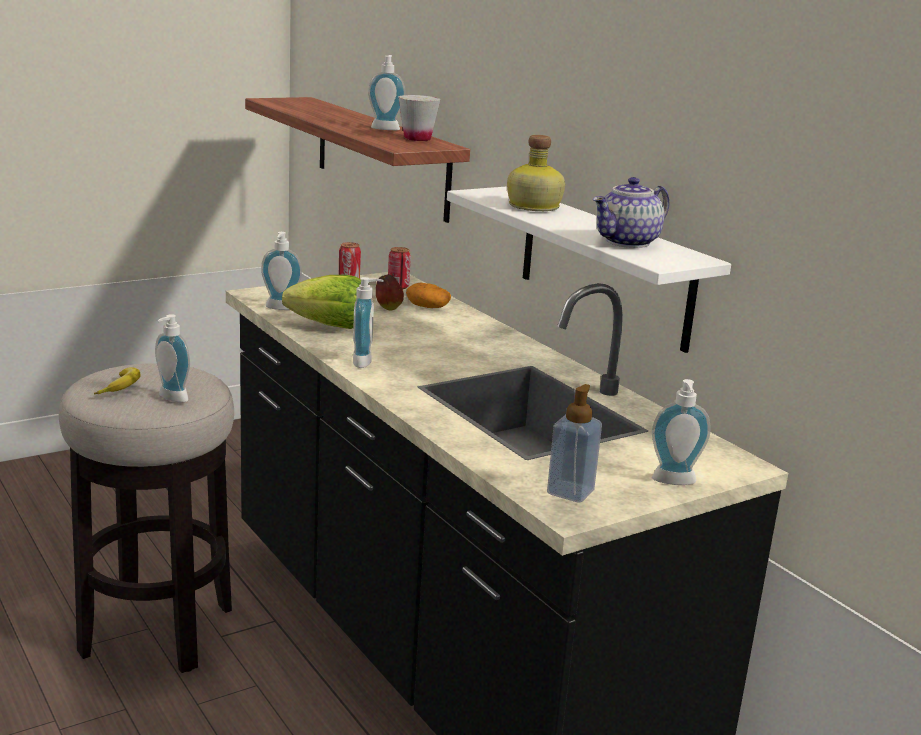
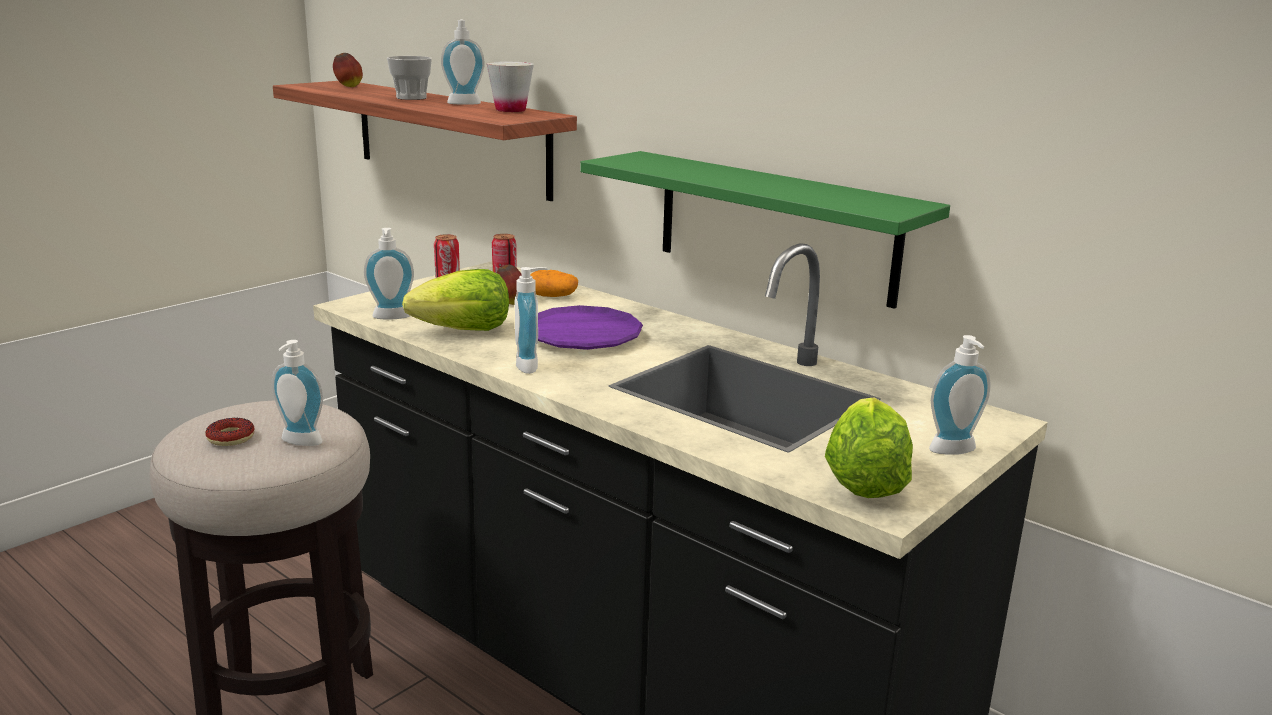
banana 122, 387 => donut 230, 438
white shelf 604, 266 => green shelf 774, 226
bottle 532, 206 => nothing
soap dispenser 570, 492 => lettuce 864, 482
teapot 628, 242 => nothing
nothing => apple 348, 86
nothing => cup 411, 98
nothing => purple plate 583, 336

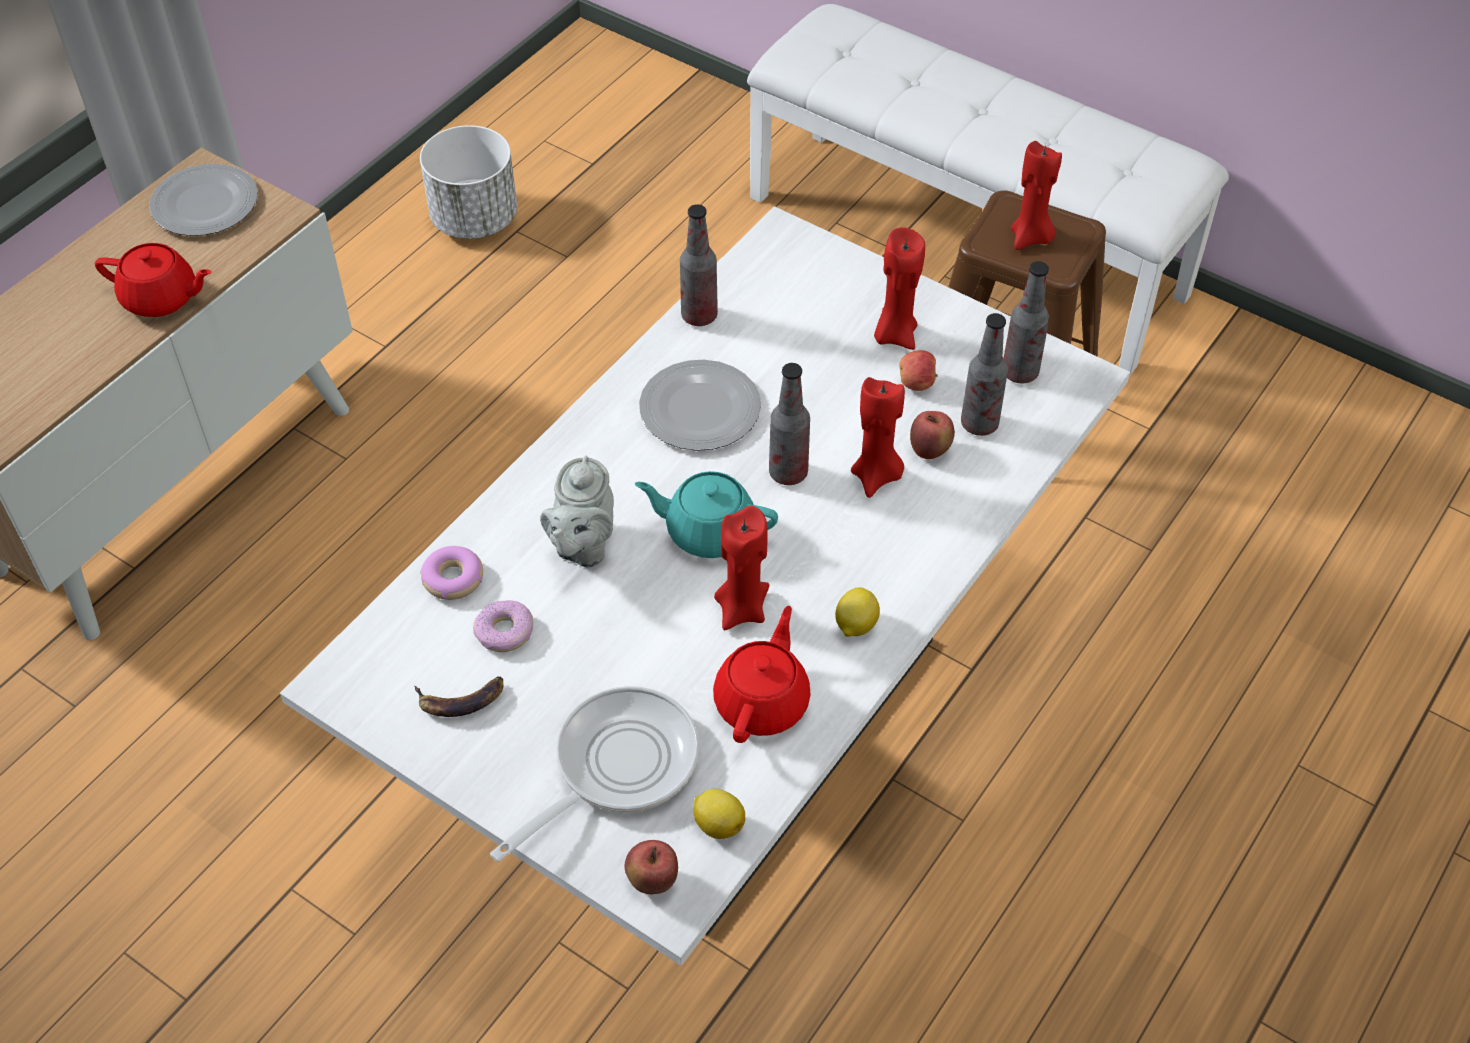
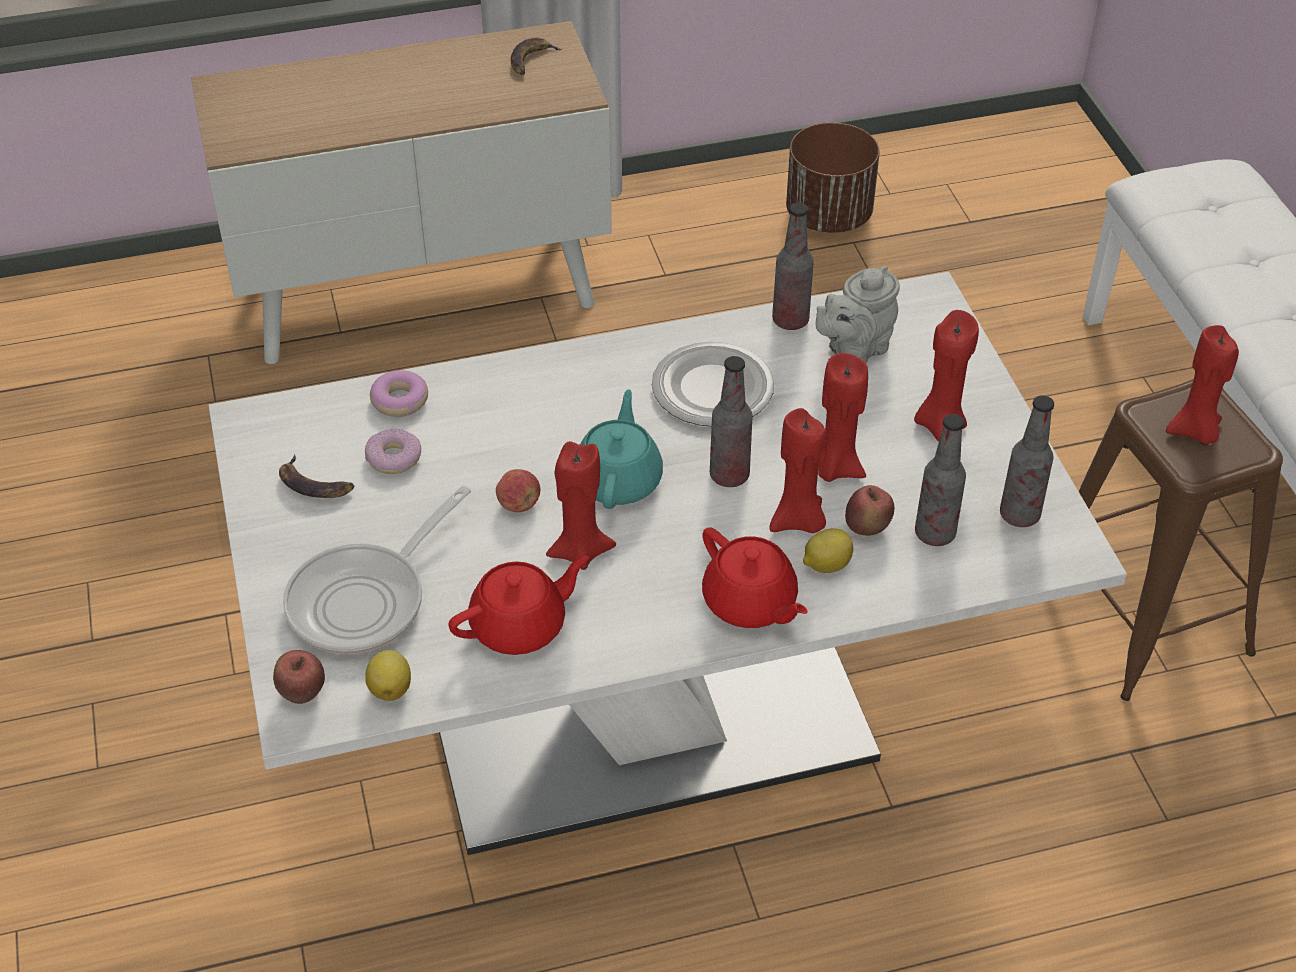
red teapot 161, 298 => red teapot 750, 603, moved
plate 204, 203 => banana 531, 60
white planter 475, 219 => brown planter 829, 216
frying pan 616, 766 => frying pan 366, 599, 135 degrees clockwise
grey teapot 582, 546 => grey teapot 854, 350, moved
turquoise teapot 708, 531 => turquoise teapot 619, 480, 45 degrees clockwise
lemon 855, 625 => lemon 826, 565, moved
apple 917, 383 => apple 519, 504, moved
nothing => red candle 835, 467

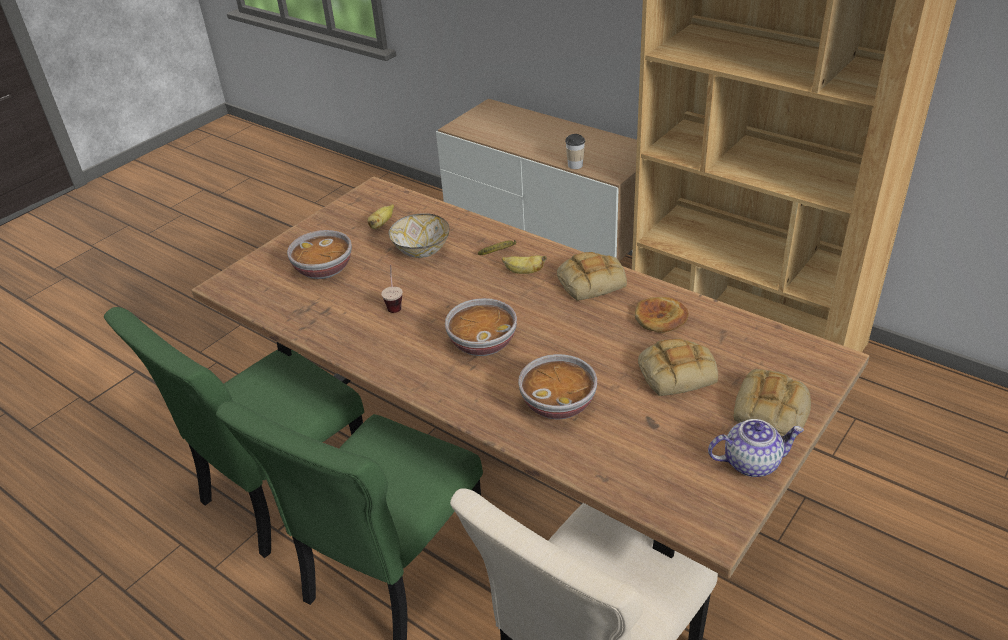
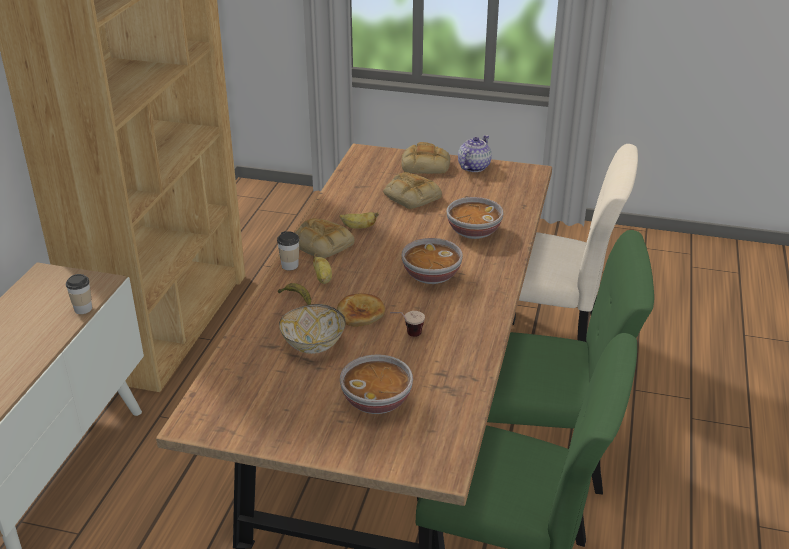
banana 381, 224 => banana 358, 227, moved
bread 660, 318 => bread 360, 313, moved
teapot 752, 462 => teapot 473, 167, 60 degrees clockwise
nothing => cup 290, 265

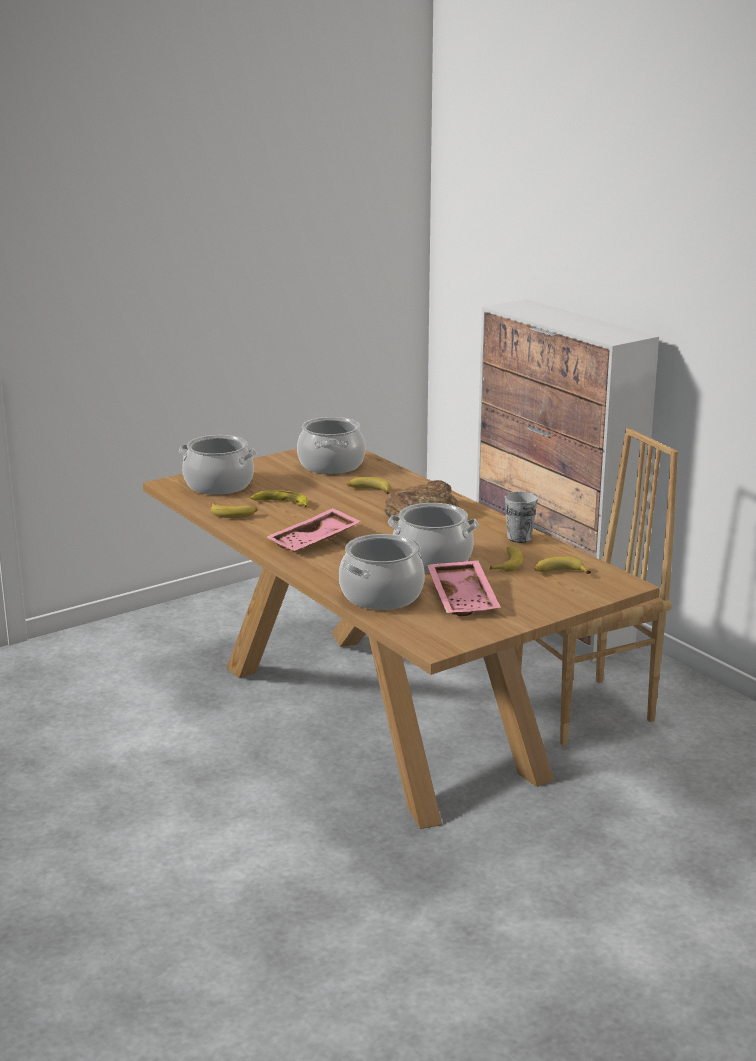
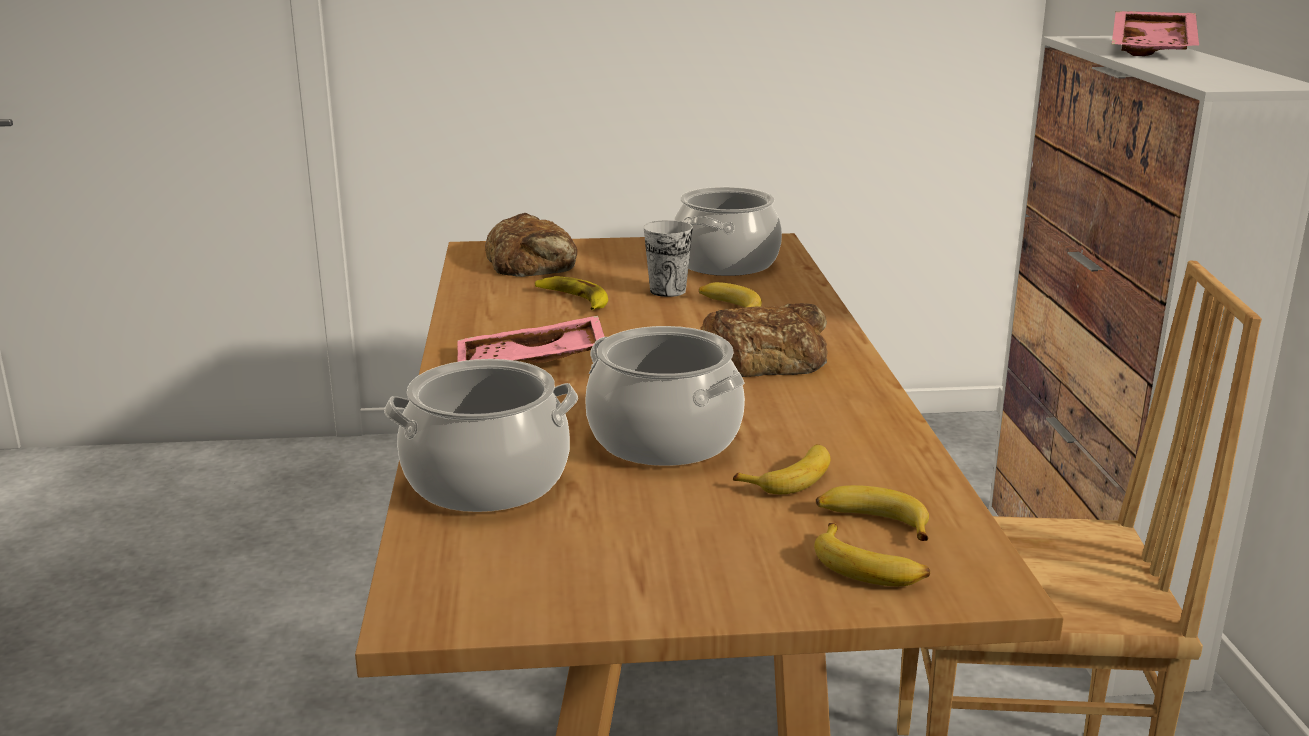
cooking pot 219, 485 => bread 533, 261
banana 233, 514 => banana 869, 568, moved
pink tray 464, 598 => pink tray 1155, 49, moved
cup 519, 538 => cup 667, 291, moved

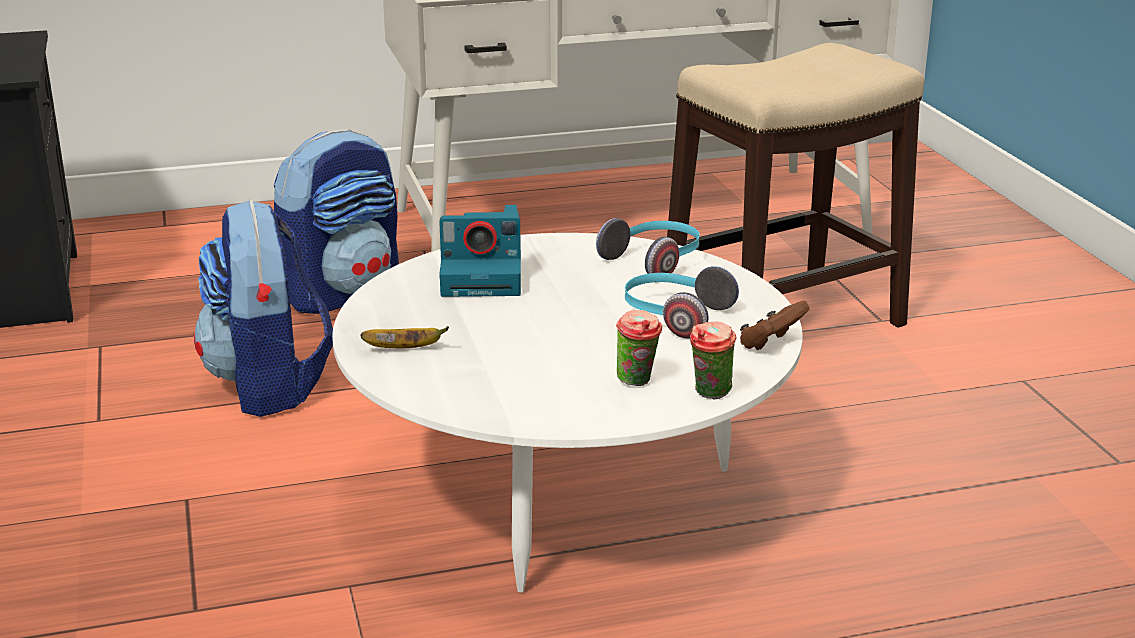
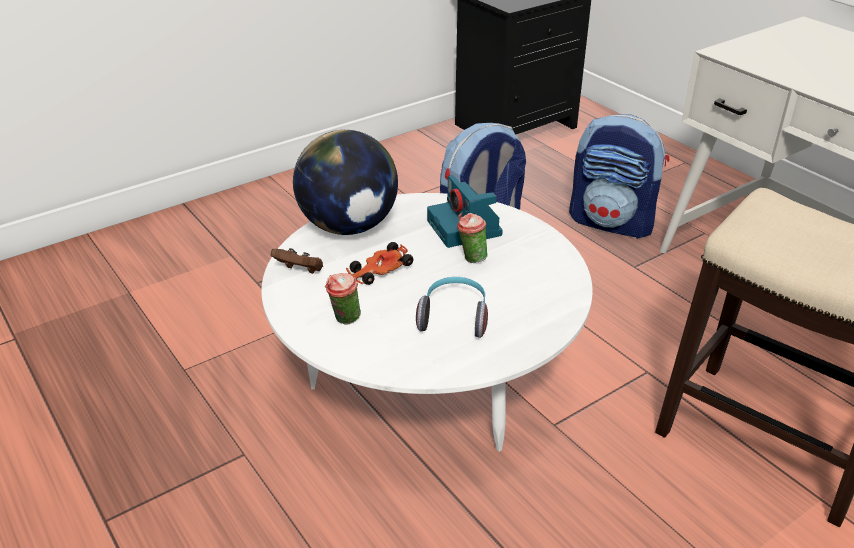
banana 405, 349 => globe 348, 226
headphones 655, 261 => nothing
cup 710, 395 => cup 471, 258, moved
brown game controller 771, 344 => brown game controller 300, 271, moved
nothing => toy car 379, 270

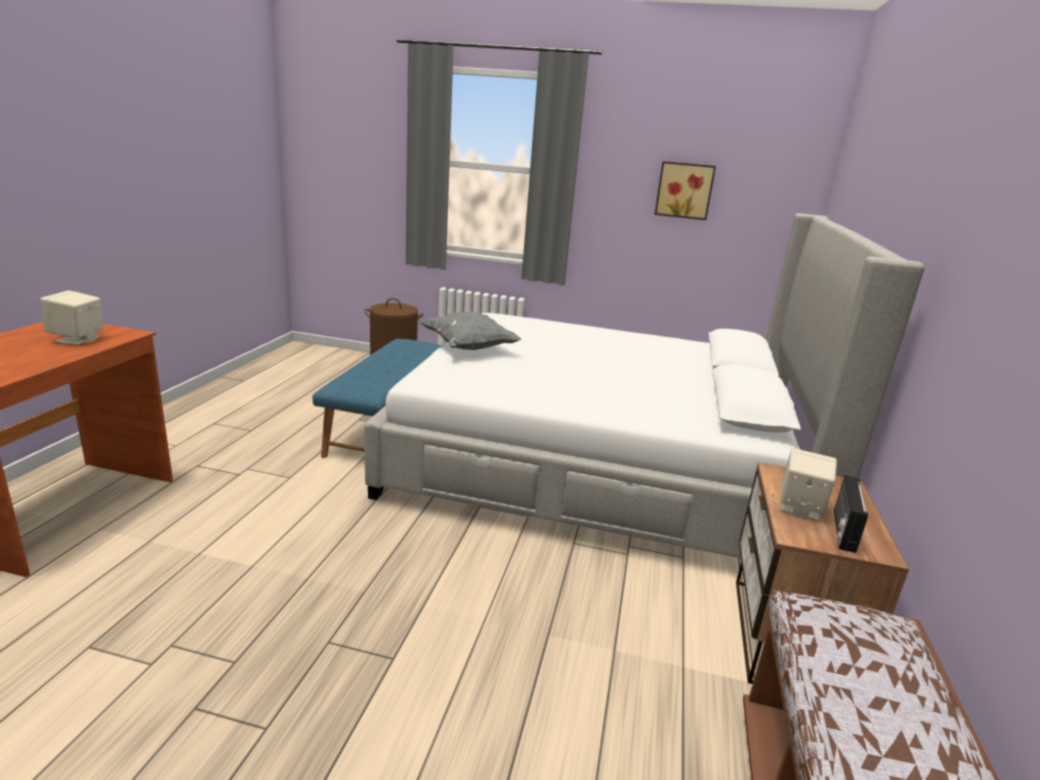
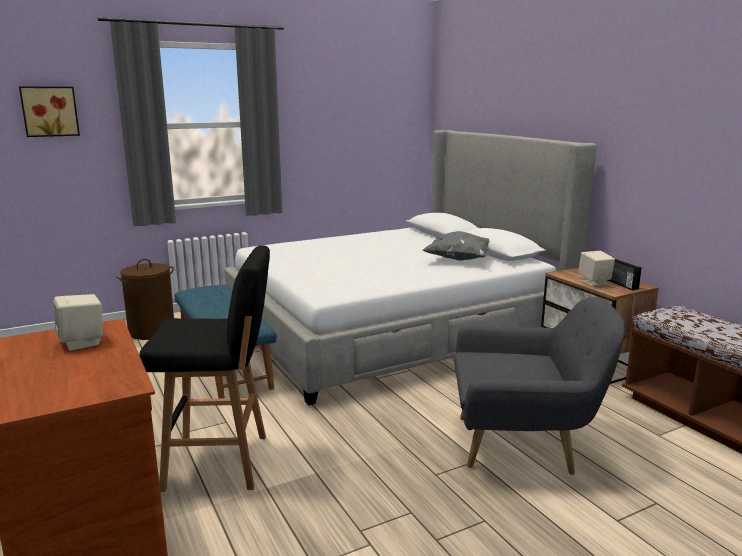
grey pillow 469, 348 => grey pillow 459, 260, moved
picture 684, 190 => picture 50, 111, moved
nothing => black stool 221, 462
nothing => grey armchair 523, 444

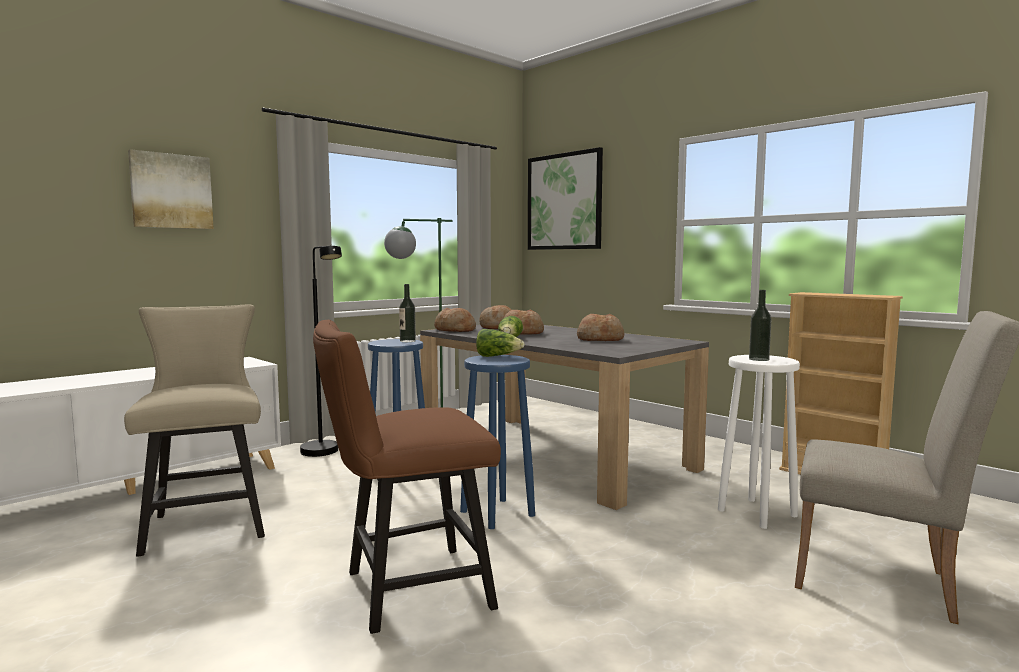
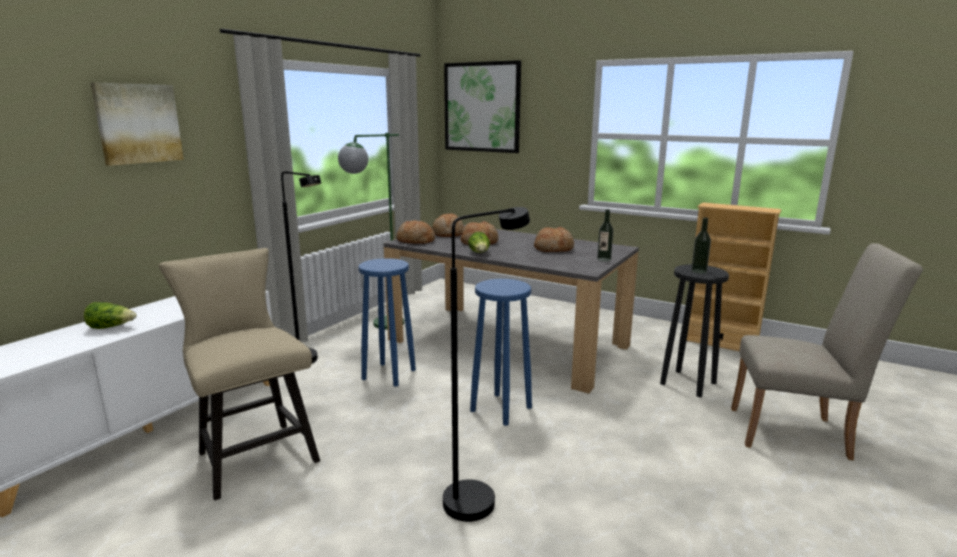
brown chair 406, 591 => black floor lamp 479, 496
bottle 407, 341 => bottle 604, 259, moved
lettuce 497, 356 => lettuce 111, 327, moved
white stool 756, 513 => black stool 687, 383

